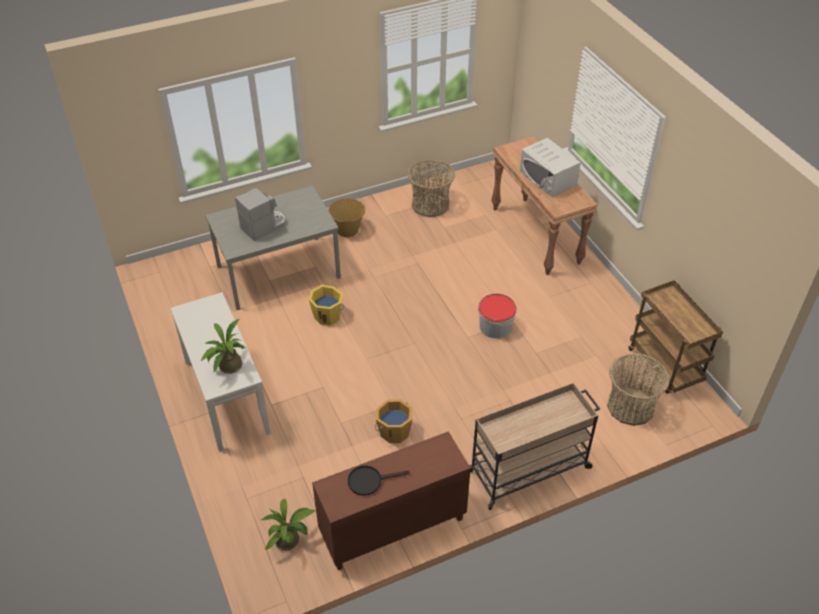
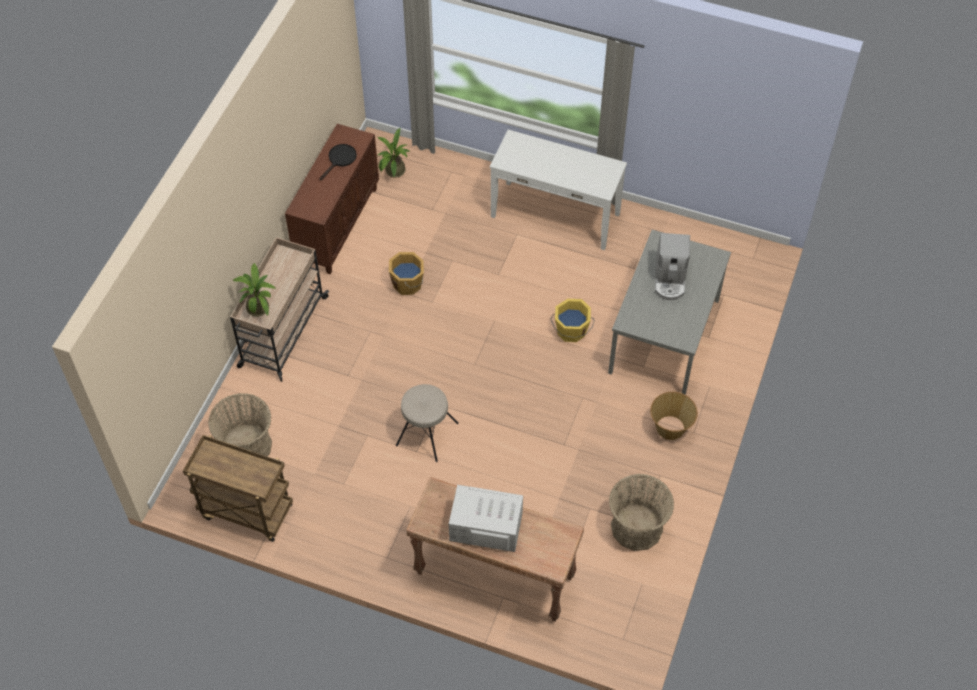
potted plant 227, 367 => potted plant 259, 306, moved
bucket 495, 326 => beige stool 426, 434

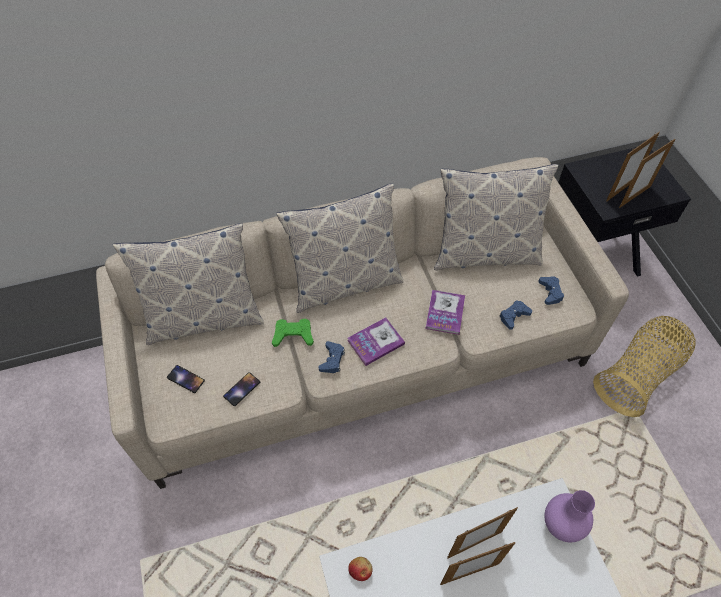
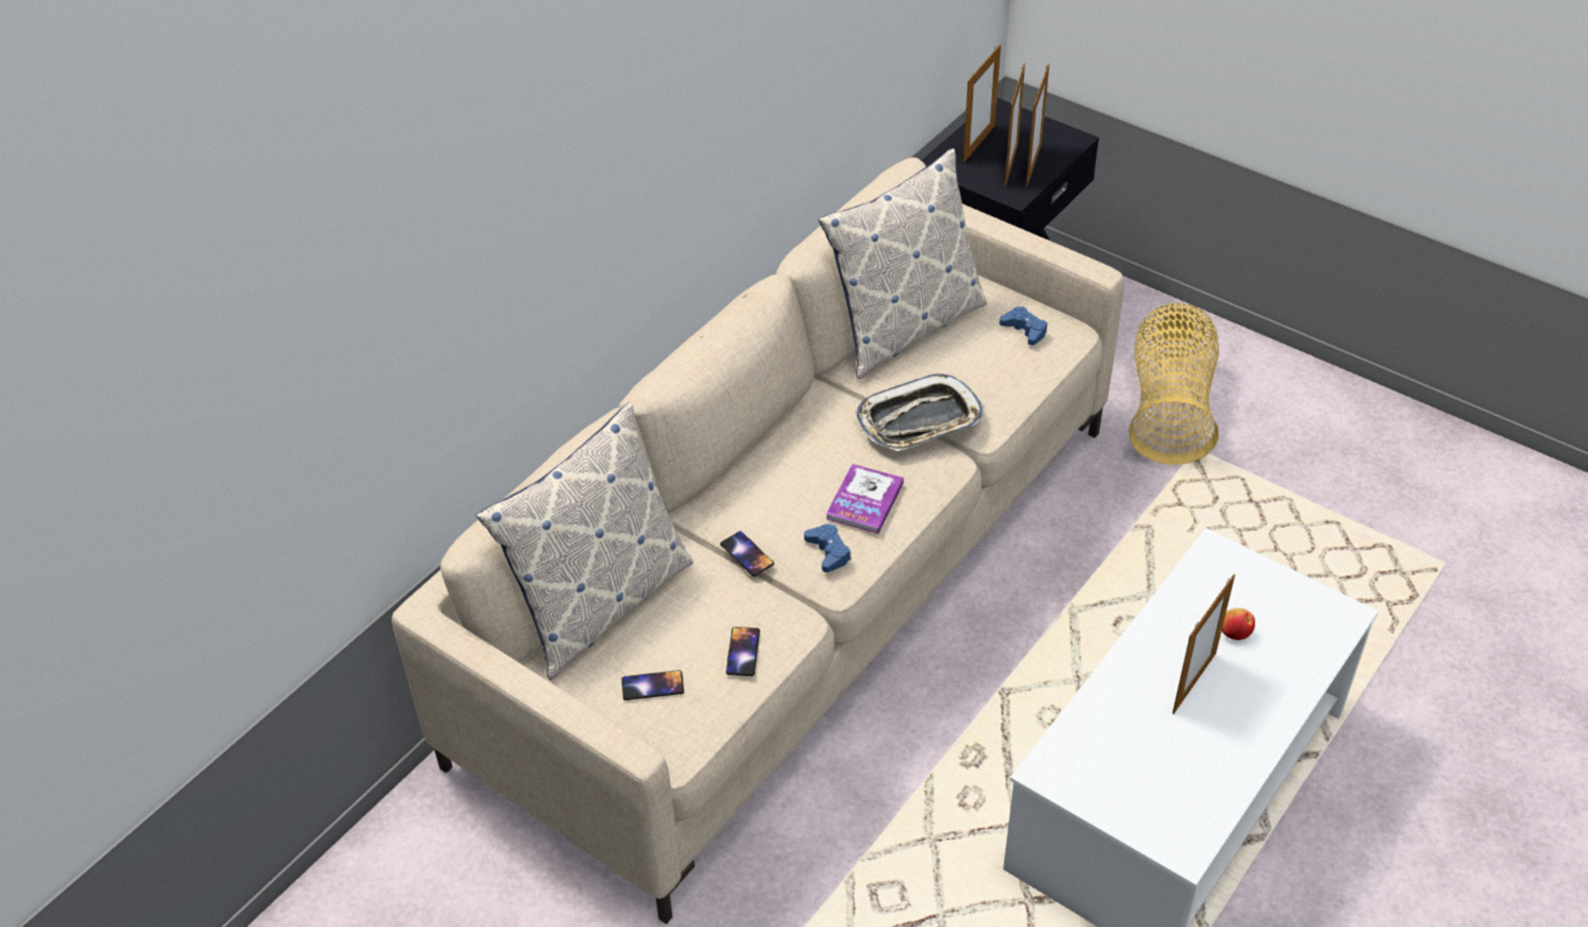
green game controller 293, 335 => phone 747, 554
pillow 345, 283 => nothing
apple 360, 570 => apple 1235, 632, moved
book 445, 313 => tray 919, 421
picture frame 474, 544 => picture frame 978, 144, moved
blue game controller 513, 316 => nothing
purple vase 561, 525 => nothing

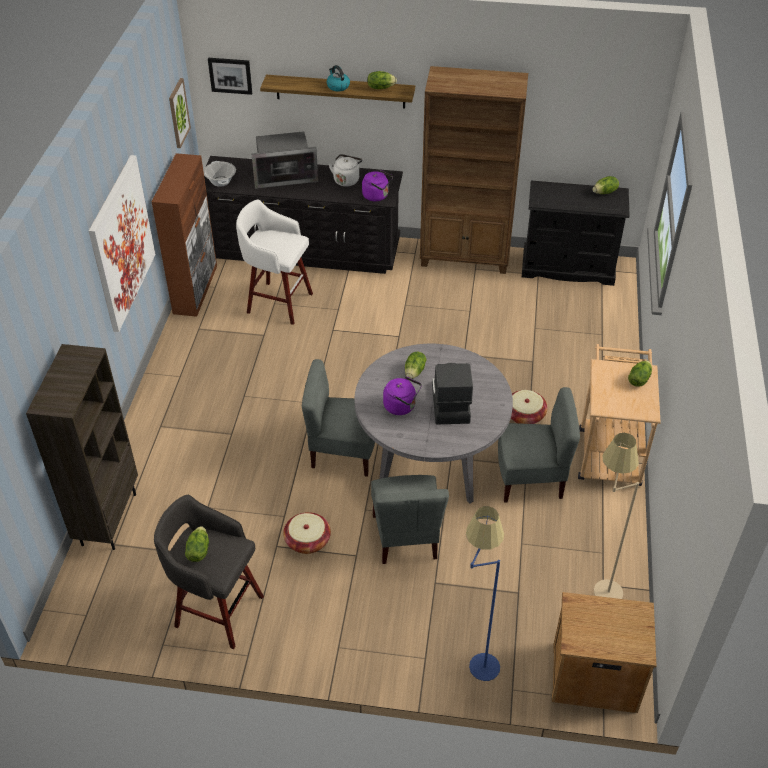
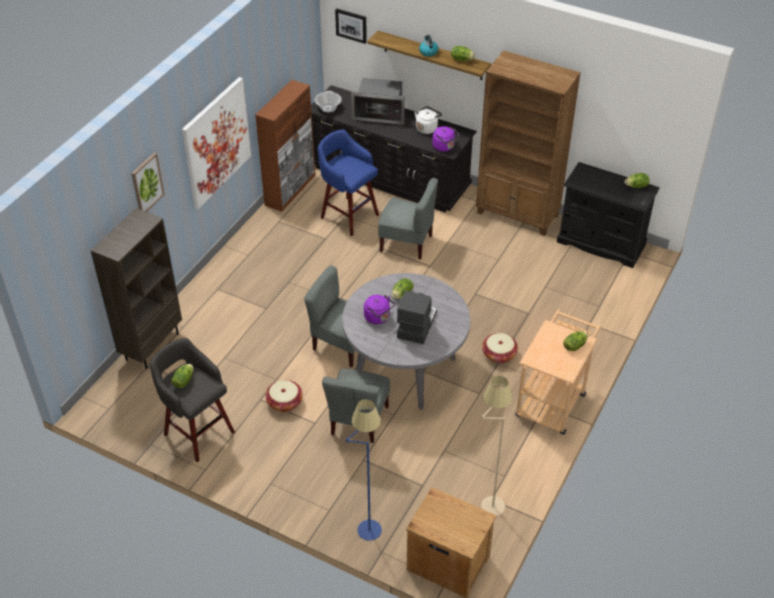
picture 178, 113 => picture 147, 183, moved
white stool 277, 302 => blue stool 348, 215
grey chair 530, 479 => grey chair 406, 243, moved

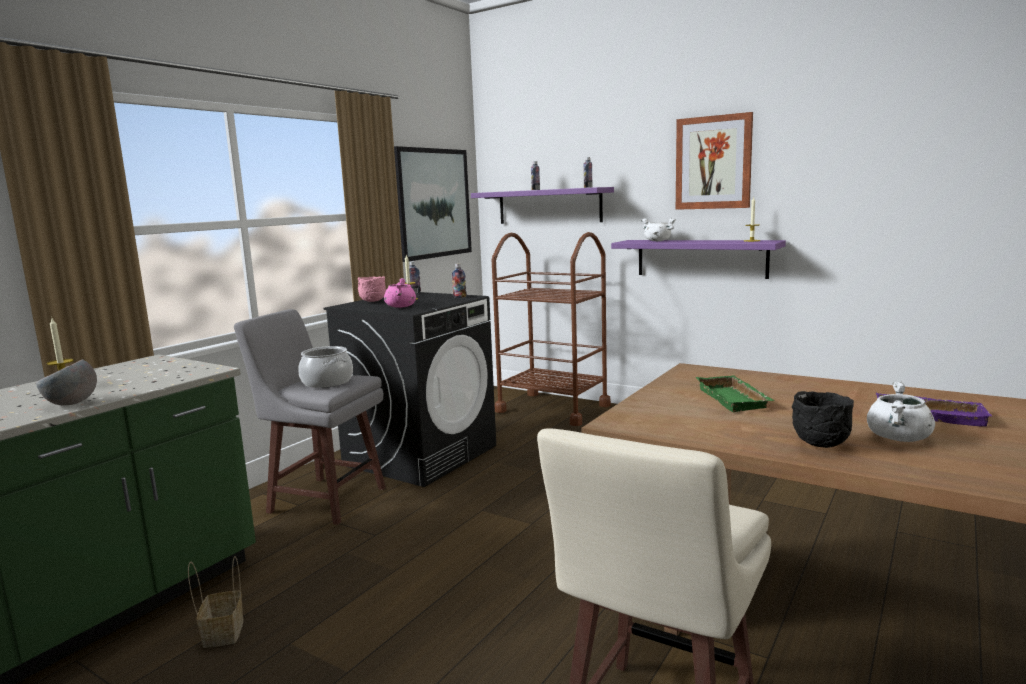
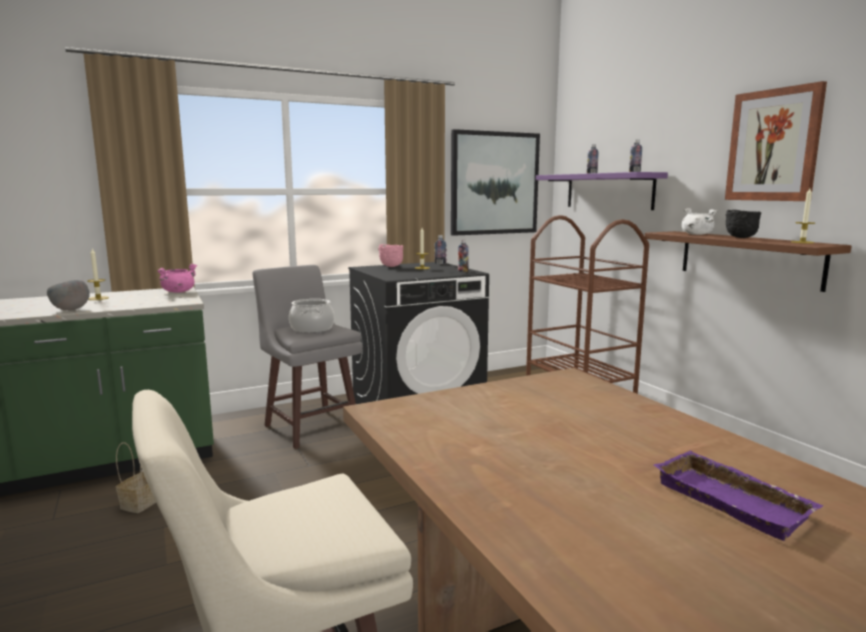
pink cooking pot 400, 307 => pink cooking pot 178, 291, moved
purple shelf 701, 258 => brown shelf 748, 258
green tray 735, 399 => nothing
black bowl 819, 445 => black bowl 740, 238, moved
white cooking pot 898, 439 => nothing

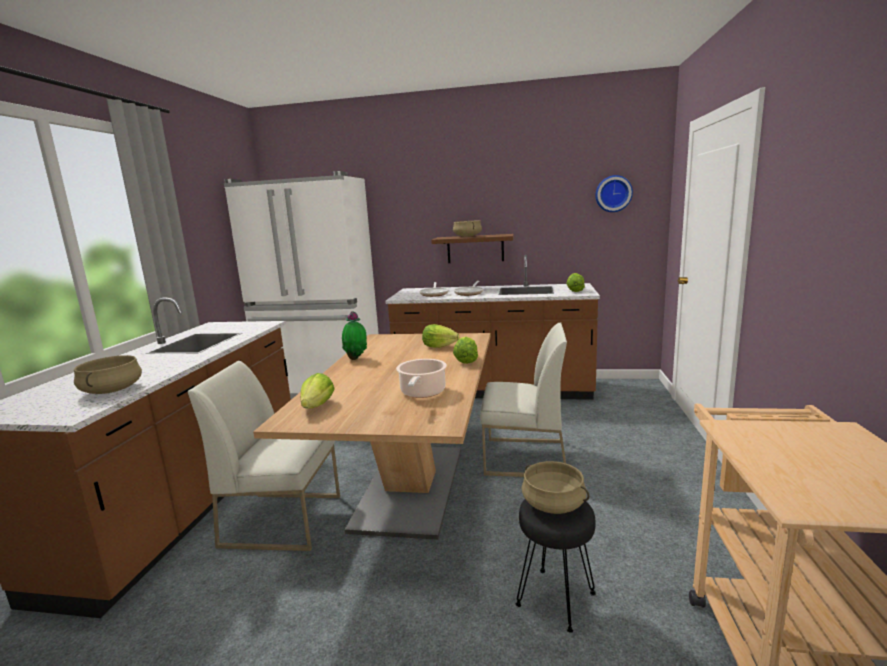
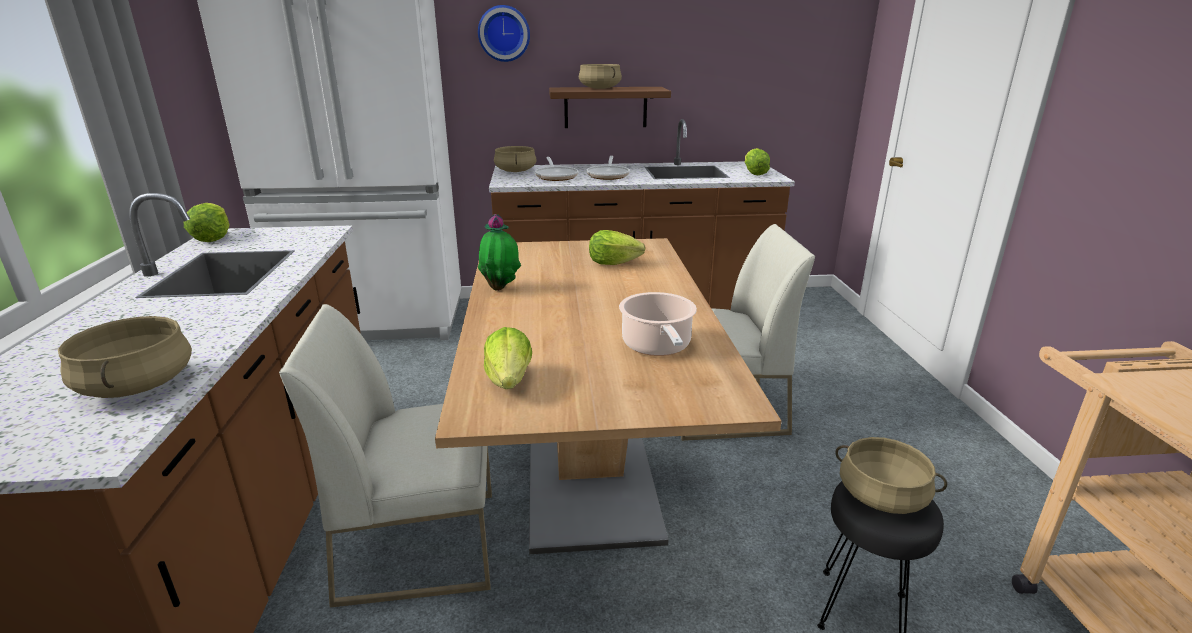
lettuce 466, 361 => lettuce 212, 238, moved
wall clock 613, 194 => wall clock 504, 33, moved
nothing => beige cooking pot 516, 171

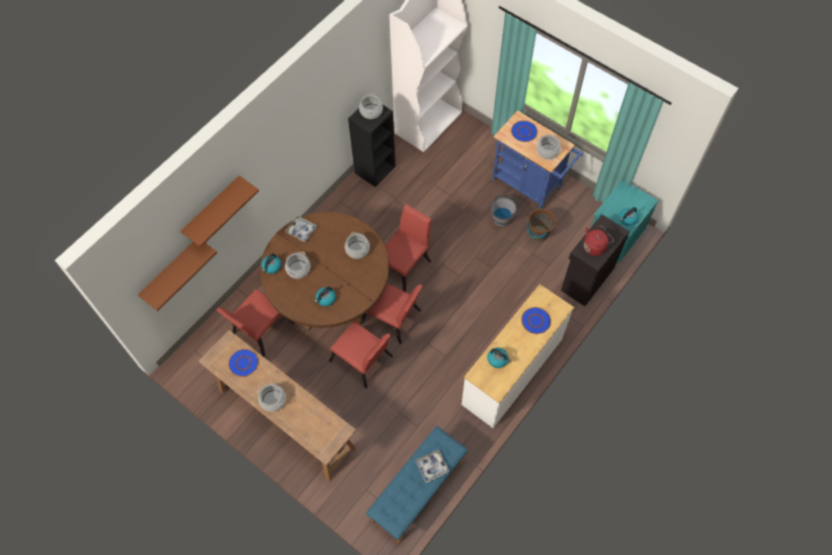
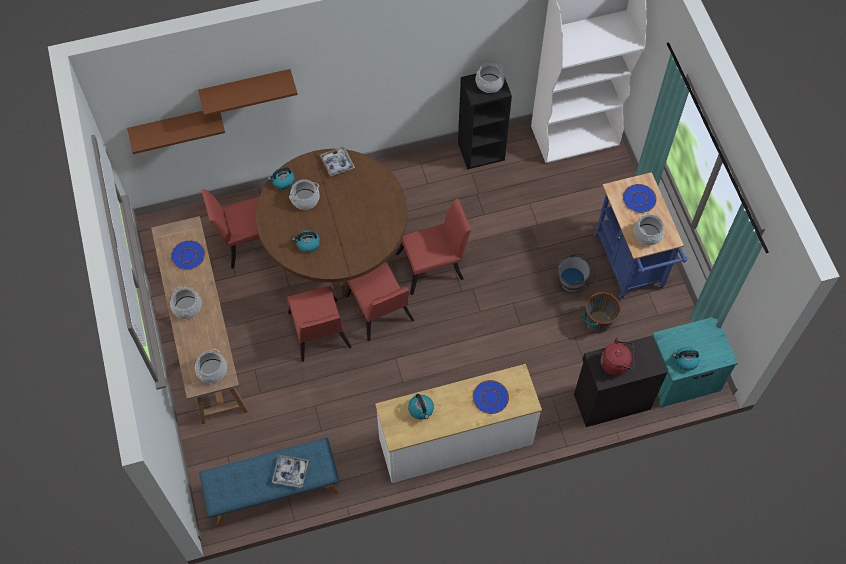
cooking pot 357, 249 => cooking pot 212, 370, moved

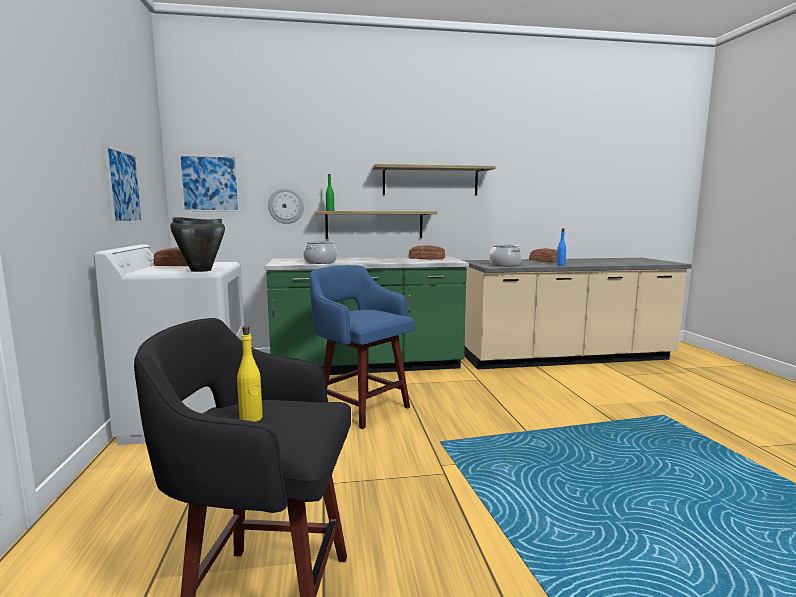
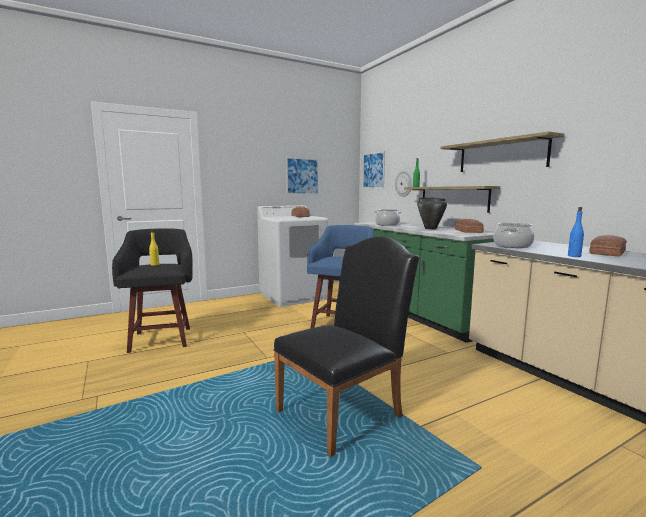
black cooking pot 200, 270 => black cooking pot 430, 228, moved
nothing => black chair 345, 411

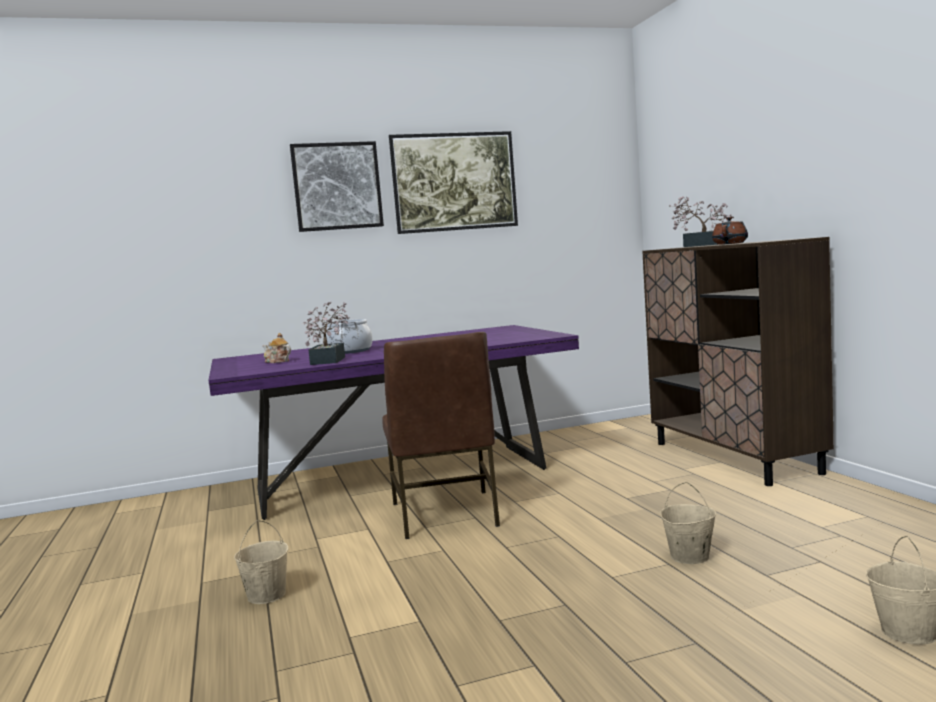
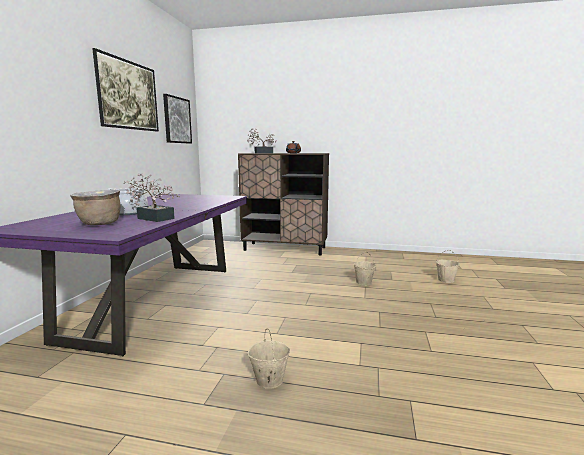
teapot 277, 361 => brown cooking pot 99, 224
picture 337, 186 => picture 177, 120, moved
brown chair 445, 514 => nothing

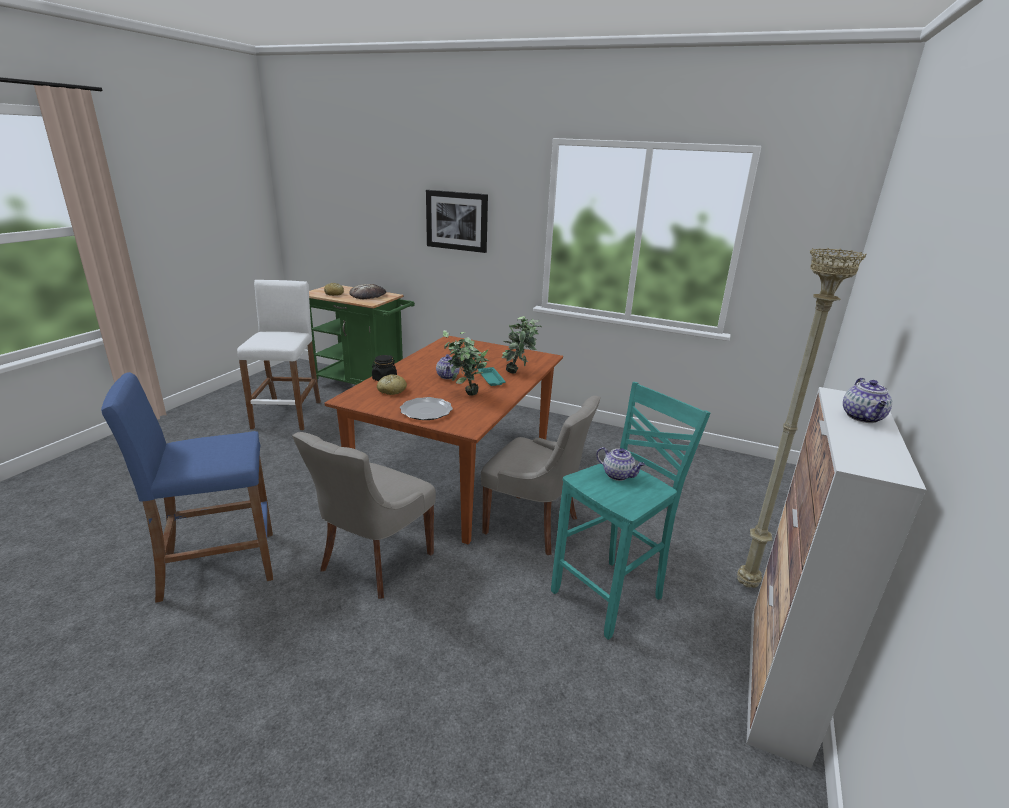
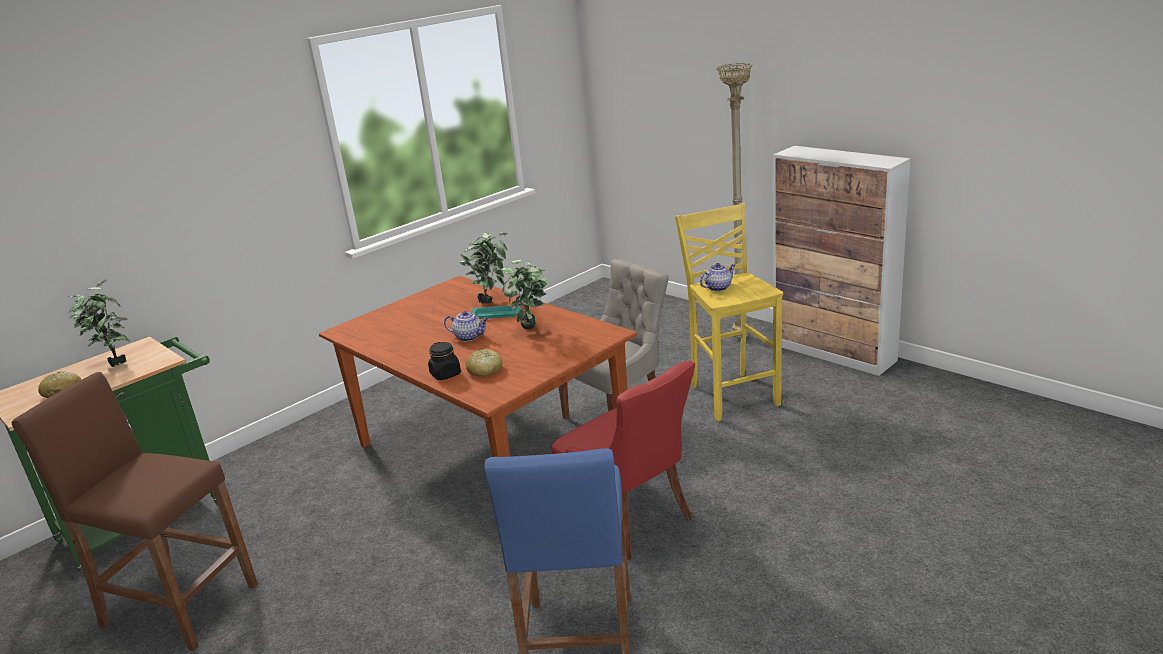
white stool 288, 414 => brown stool 179, 605
grey chair 374, 562 => red chair 632, 520
bread 368, 295 => potted plant 114, 363
plate 426, 411 => nothing
picture 457, 221 => nothing
turquoise stool 610, 595 => yellow stool 732, 395
teapot 863, 418 => nothing

